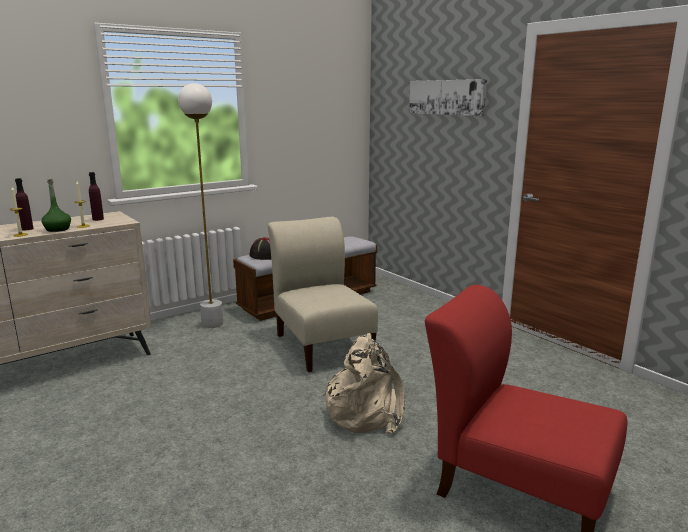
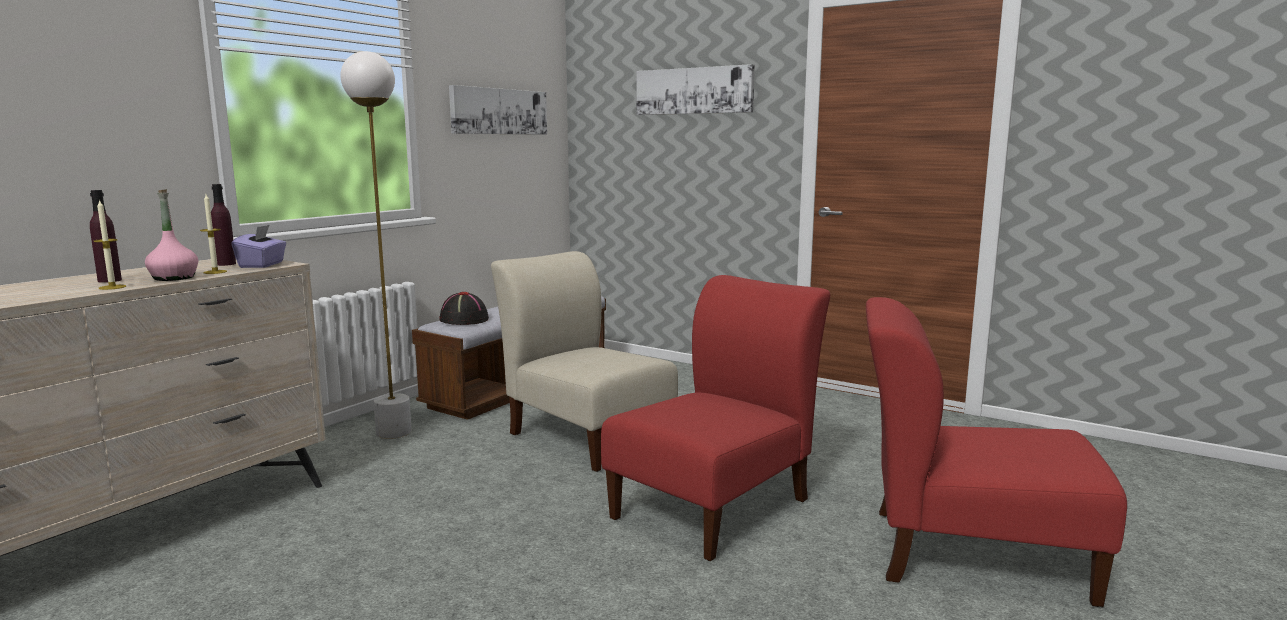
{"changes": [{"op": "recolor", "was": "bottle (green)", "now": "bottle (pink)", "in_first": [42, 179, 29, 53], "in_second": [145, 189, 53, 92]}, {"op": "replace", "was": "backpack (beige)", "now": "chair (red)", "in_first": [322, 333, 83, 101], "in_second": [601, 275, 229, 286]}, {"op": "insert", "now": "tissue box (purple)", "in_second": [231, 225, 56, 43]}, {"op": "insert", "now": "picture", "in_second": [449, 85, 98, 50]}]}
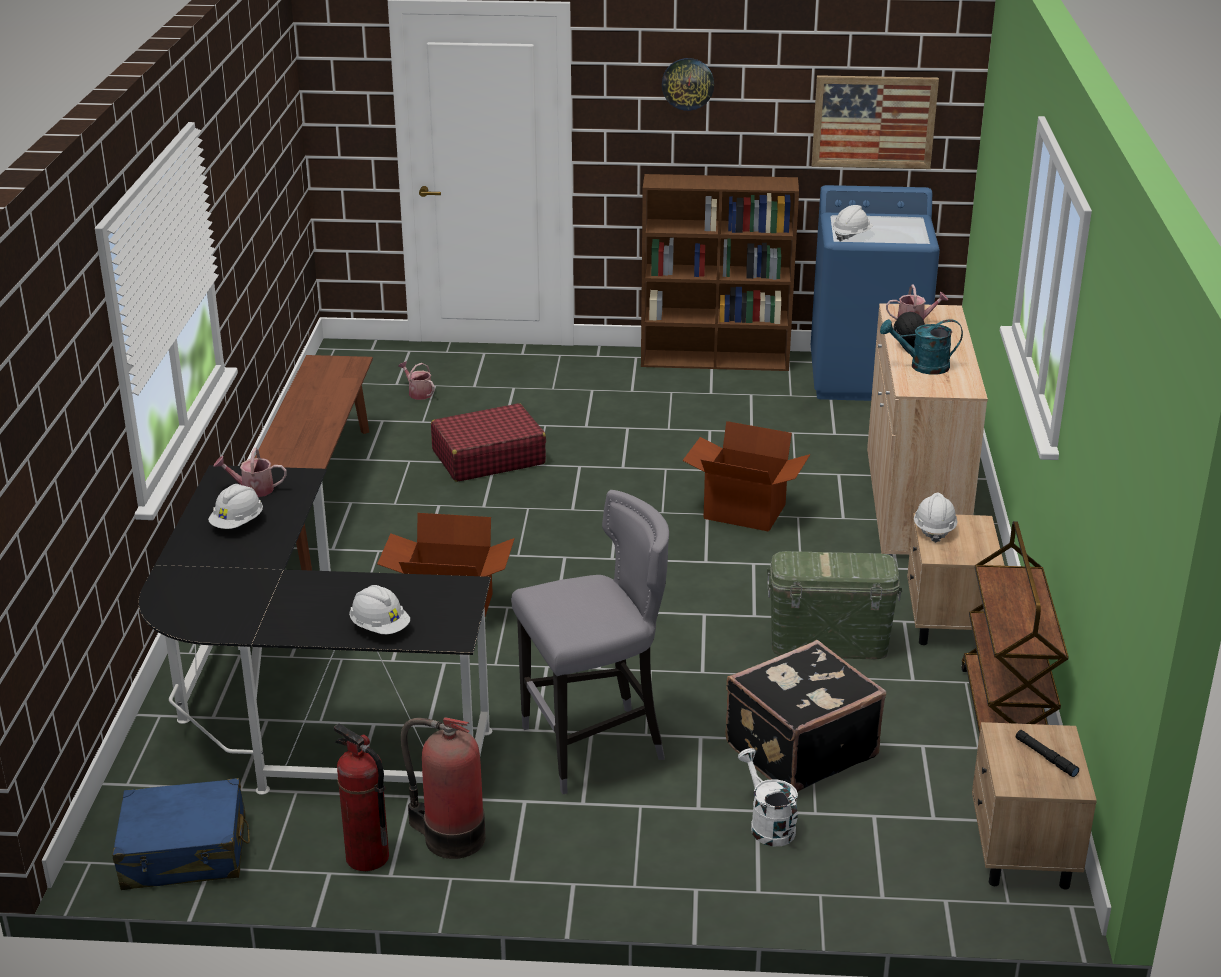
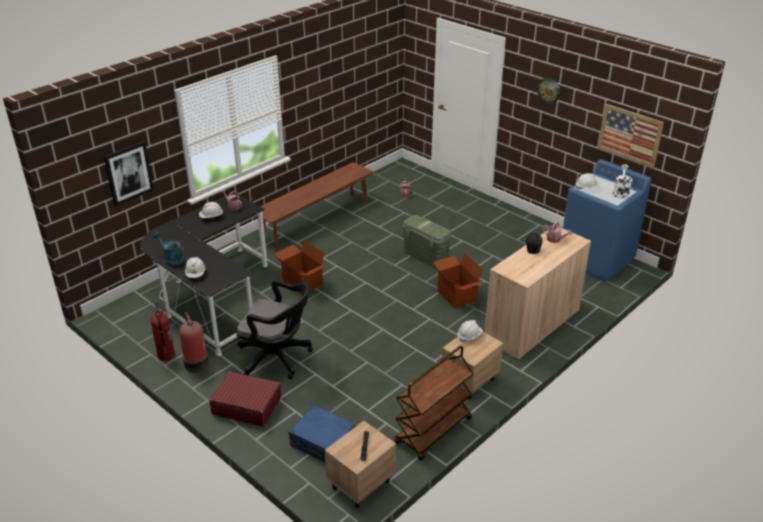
{"changes": [{"op": "move", "was": "suitcase (blue)", "in_first": [112, 778, 138, 112], "in_second": [289, 405, 67, 57]}, {"op": "move", "was": "suitcase (red)", "in_first": [431, 403, 115, 79], "in_second": [209, 372, 72, 54]}, {"op": "replace", "was": "stool (grey)", "now": "office chair (black)", "in_first": [511, 490, 158, 304], "in_second": [236, 280, 77, 99]}, {"op": "delete", "was": "bookcase (brown)", "in_first": [641, 174, 158, 197]}, {"op": "delete", "was": "suitcase (black)", "in_first": [725, 640, 161, 152]}, {"op": "move", "was": "watering can (white)", "in_first": [738, 748, 60, 98], "in_second": [613, 164, 19, 35]}, {"op": "move", "was": "storage box (green)", "in_first": [767, 551, 135, 108], "in_second": [403, 215, 48, 54]}, {"op": "move", "was": "watering can (turquoise)", "in_first": [880, 319, 83, 55], "in_second": [153, 232, 30, 34]}, {"op": "insert", "now": "picture", "in_second": [104, 141, 50, 65]}]}
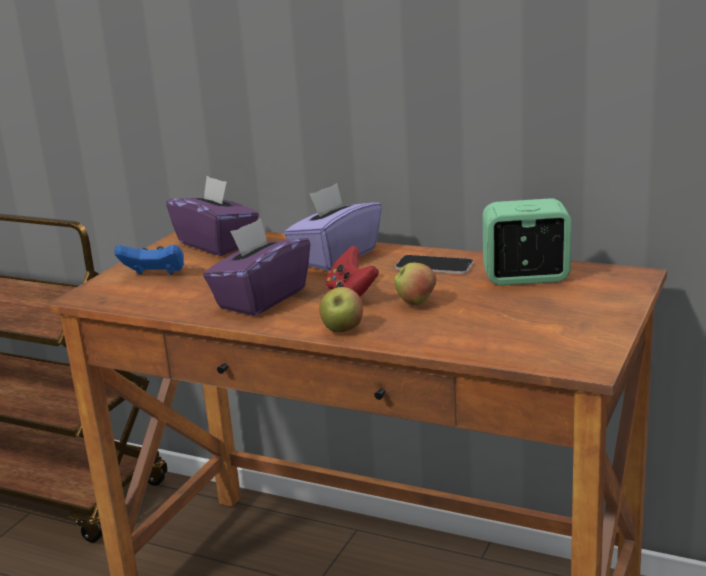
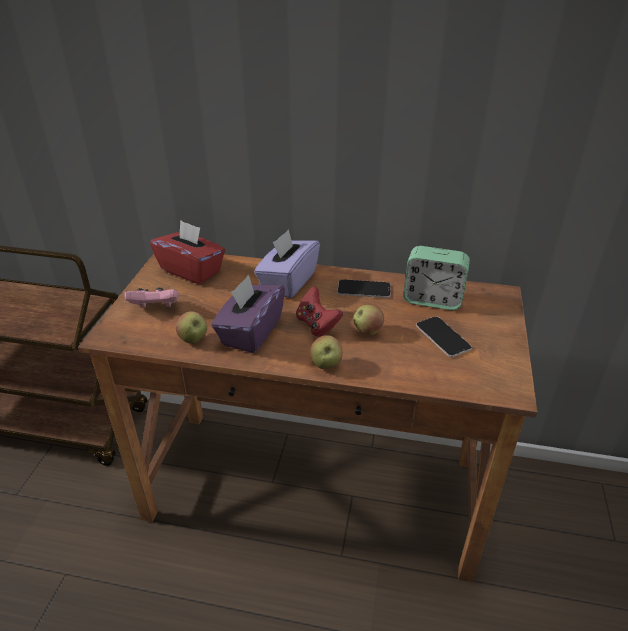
{"changes": [{"op": "recolor", "was": "game controller (blue)", "now": "game controller (pink)", "in_first": [114, 245, 70, 29], "in_second": [124, 288, 55, 20]}, {"op": "recolor", "was": "tissue box (purple)", "now": "tissue box (red)", "in_first": [166, 176, 93, 80], "in_second": [150, 220, 75, 64]}, {"op": "rotate", "was": "alarm clock", "in_first": [483, 198, 89, 87], "in_second": [403, 246, 67, 64], "clockwise": -150}, {"op": "insert", "now": "apple", "in_second": [176, 311, 31, 33]}, {"op": "insert", "now": "phone", "in_second": [416, 316, 56, 41]}]}
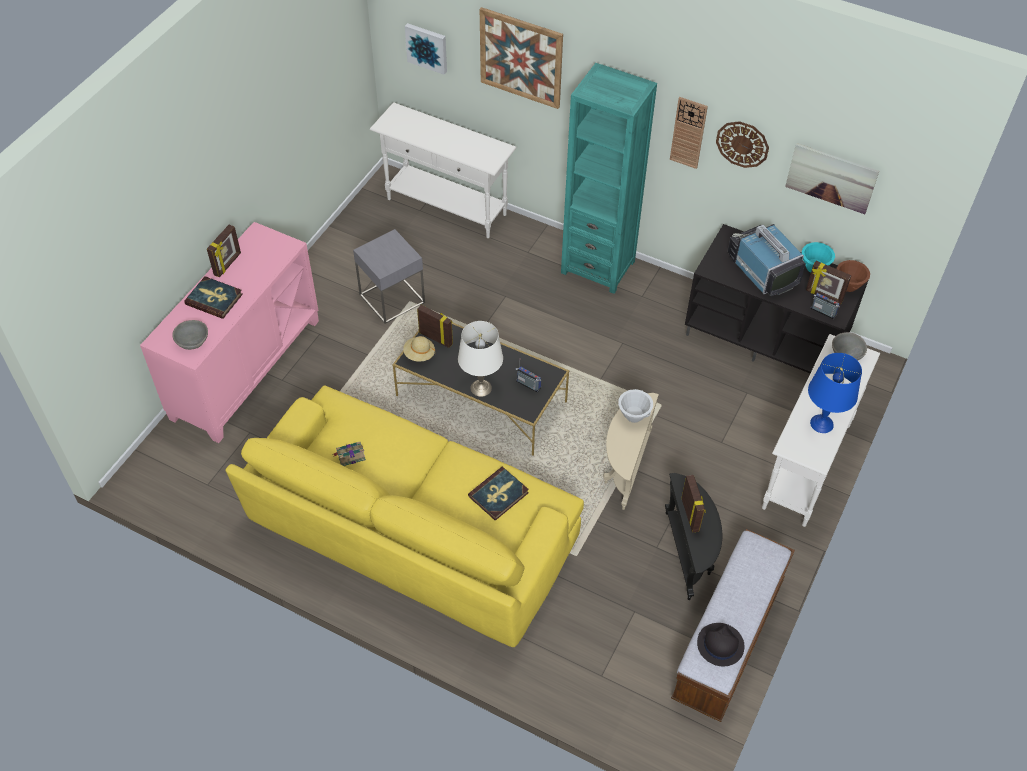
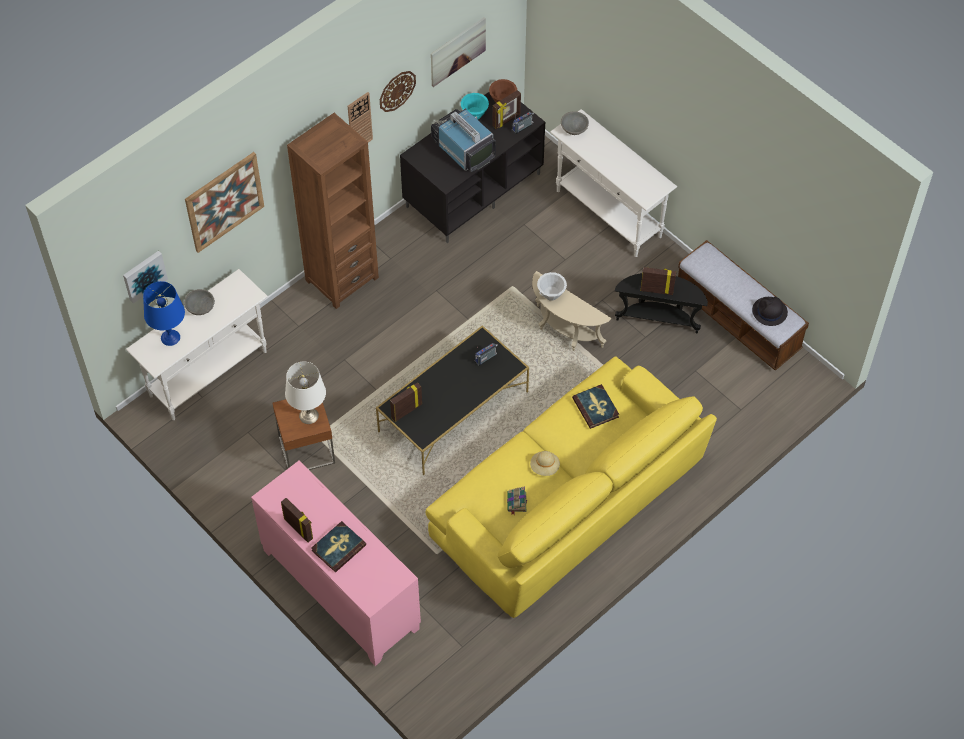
{"changes": [{"op": "move", "was": "bowl (grey)", "in_first": [172, 320, 36, 30], "in_second": [184, 289, 31, 26]}, {"op": "recolor", "was": "side table (grey)", "now": "side table (brown)", "in_first": [353, 229, 72, 95], "in_second": [273, 399, 62, 71]}, {"op": "move", "was": "hat (beige)", "in_first": [403, 336, 33, 25], "in_second": [530, 451, 30, 25]}, {"op": "move", "was": "table lamp (white)", "in_first": [458, 321, 45, 76], "in_second": [285, 362, 41, 62]}, {"op": "recolor", "was": "bookcase (turquoise)", "now": "bookcase (brown)", "in_first": [561, 63, 96, 231], "in_second": [287, 113, 92, 196]}, {"op": "rotate", "was": "television", "in_first": [728, 224, 78, 72], "in_second": [431, 108, 65, 64], "clockwise": 60}, {"op": "move", "was": "table lamp (blue)", "in_first": [808, 353, 54, 80], "in_second": [143, 281, 42, 65]}]}
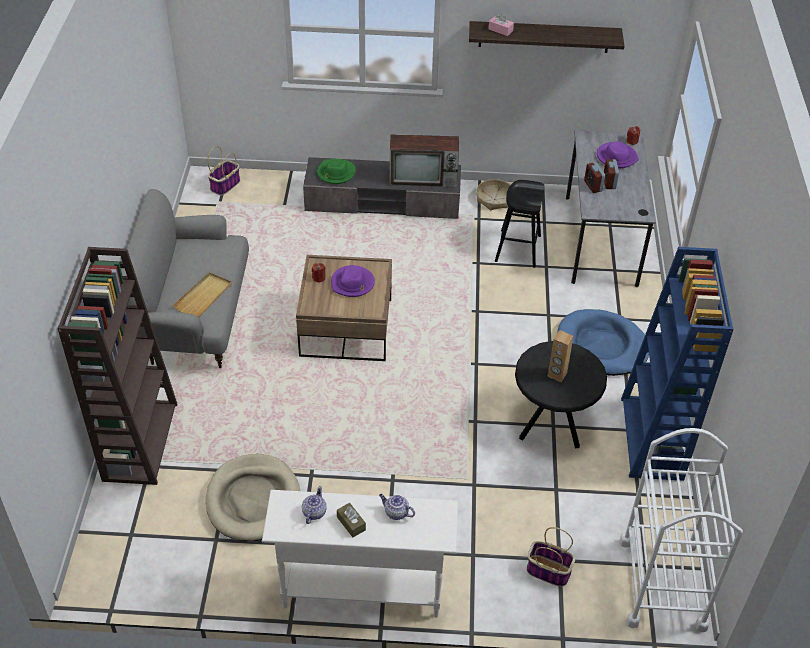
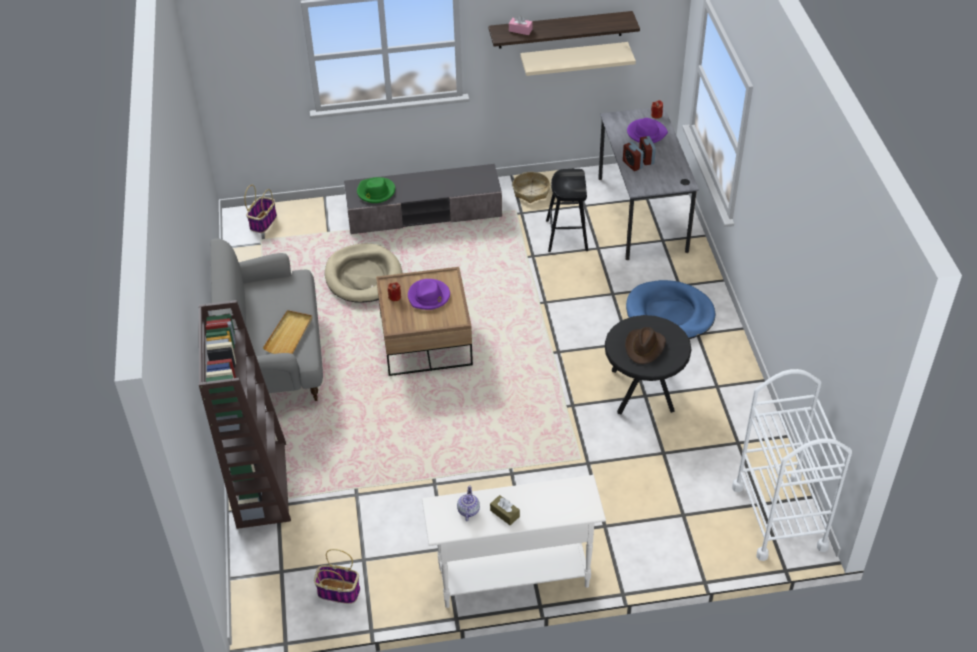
{"changes": [{"op": "move", "was": "dog bed (beige)", "in_first": [206, 454, 94, 87], "in_second": [325, 243, 77, 60]}, {"op": "delete", "was": "teapot", "in_first": [379, 494, 36, 26]}, {"op": "delete", "was": "television", "in_first": [389, 134, 70, 53]}, {"op": "move", "was": "basket", "in_first": [527, 527, 48, 60], "in_second": [314, 549, 46, 55]}, {"op": "replace", "was": "speaker (brown)", "now": "hat (brown)", "in_first": [547, 330, 26, 52], "in_second": [625, 327, 41, 37]}, {"op": "delete", "was": "bookcase (blue)", "in_first": [621, 247, 113, 234]}, {"op": "insert", "now": "shelf (beige)", "in_second": [520, 42, 116, 34]}]}
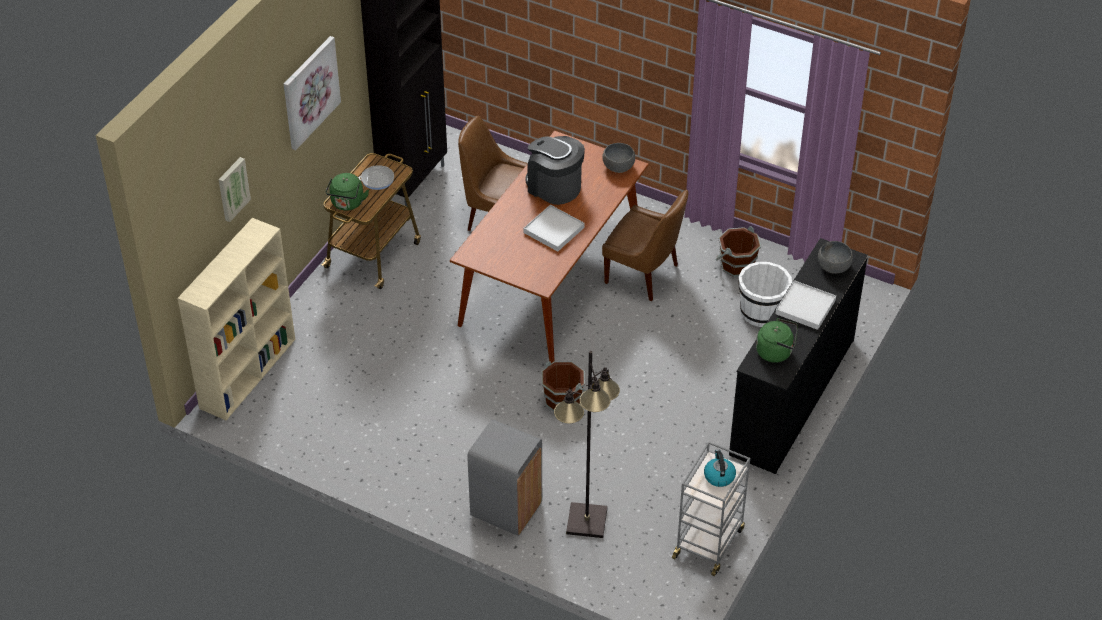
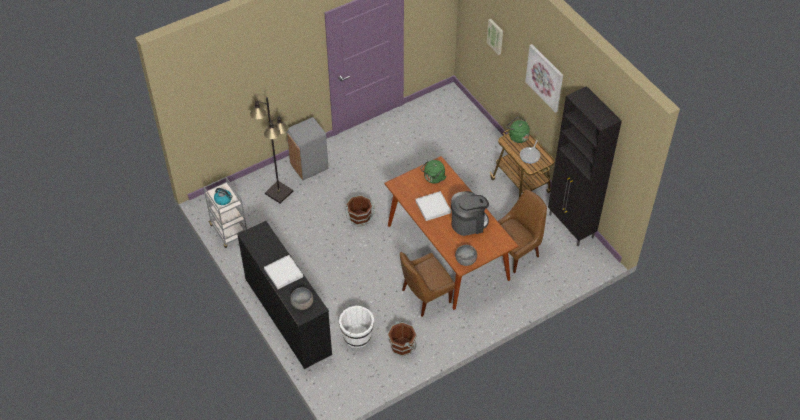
{"changes": [{"op": "delete", "was": "bookcase (beige)", "in_first": [178, 218, 117, 202]}, {"op": "move", "was": "kettle (green)", "in_first": [756, 318, 42, 45], "in_second": [421, 160, 25, 24]}]}
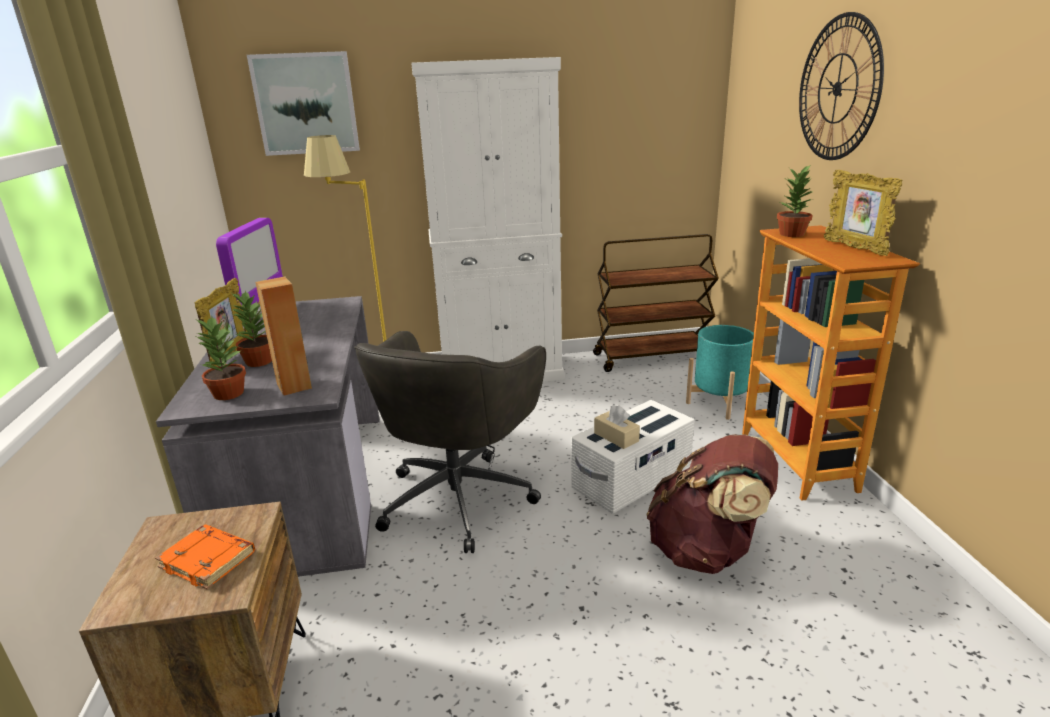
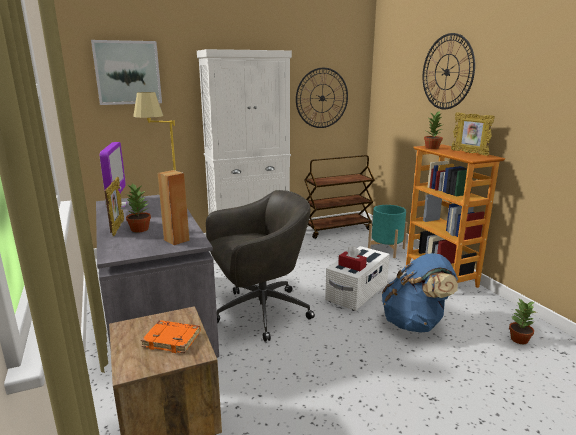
{"changes": [{"op": "move", "was": "potted plant", "in_first": [196, 316, 50, 84], "in_second": [509, 299, 27, 45]}, {"op": "rotate", "was": "office chair (grey)", "in_first": [354, 331, 192, 222], "in_second": [206, 190, 109, 152], "clockwise": -120}, {"op": "recolor", "was": "tissue box (beige)", "now": "tissue box (red)", "in_first": [594, 405, 46, 44], "in_second": [338, 246, 29, 25]}, {"op": "recolor", "was": "backpack (brown)", "now": "backpack (blue)", "in_first": [646, 434, 132, 140], "in_second": [382, 253, 76, 80]}, {"op": "insert", "now": "wall clock", "in_second": [296, 68, 52, 60]}]}
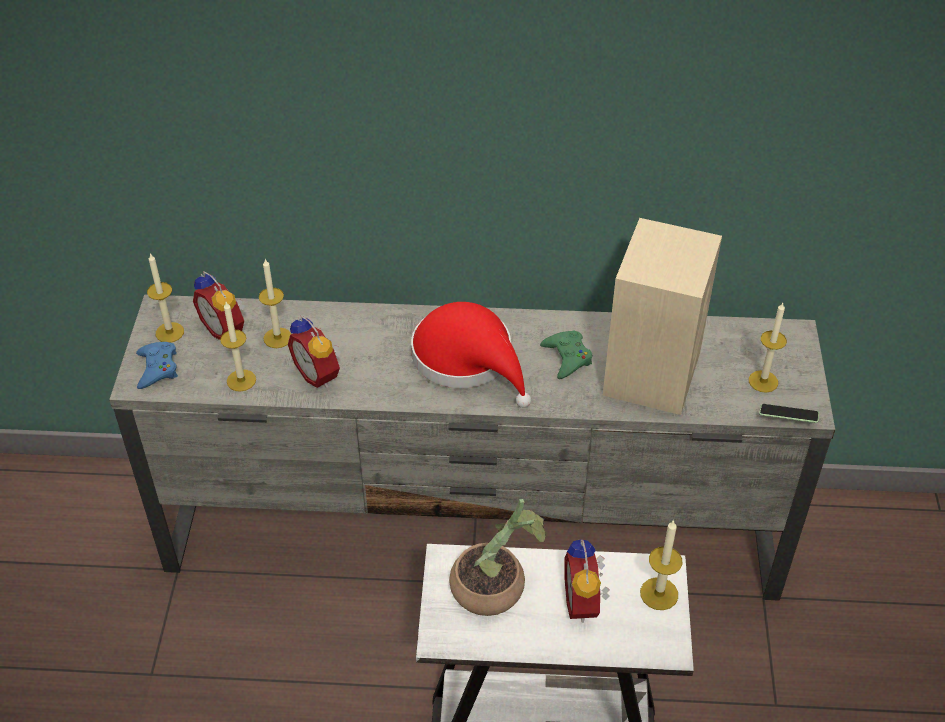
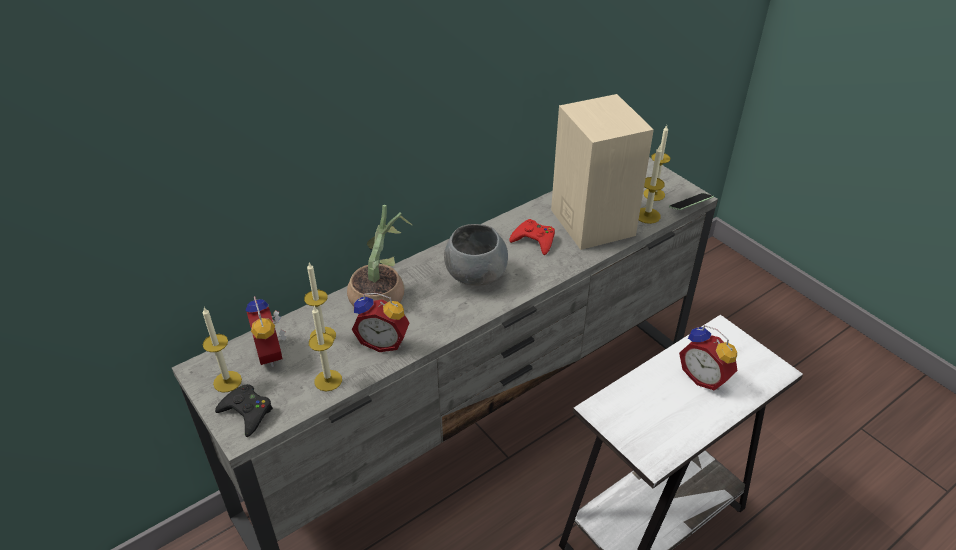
{"changes": [{"op": "recolor", "was": "game controller (blue)", "now": "game controller (black)", "in_first": [136, 342, 42, 47], "in_second": [215, 384, 58, 53]}, {"op": "rotate", "was": "alarm clock", "in_first": [193, 271, 52, 69], "in_second": [245, 296, 42, 71], "clockwise": 60}, {"op": "replace", "was": "hat (red)", "now": "bowl (grey)", "in_first": [411, 302, 120, 106], "in_second": [444, 224, 64, 62]}, {"op": "move", "was": "potted plant", "in_first": [449, 499, 97, 117], "in_second": [347, 205, 65, 102]}, {"op": "recolor", "was": "game controller (green)", "now": "game controller (red)", "in_first": [540, 331, 52, 48], "in_second": [509, 219, 46, 36]}, {"op": "move", "was": "candle", "in_first": [640, 520, 42, 90], "in_second": [639, 146, 26, 78]}]}
